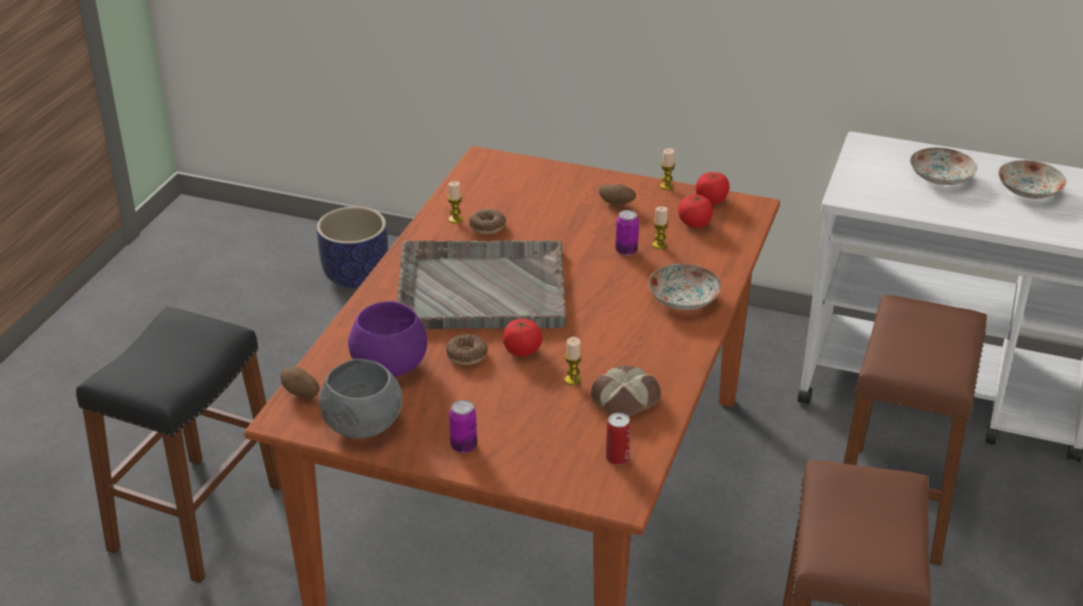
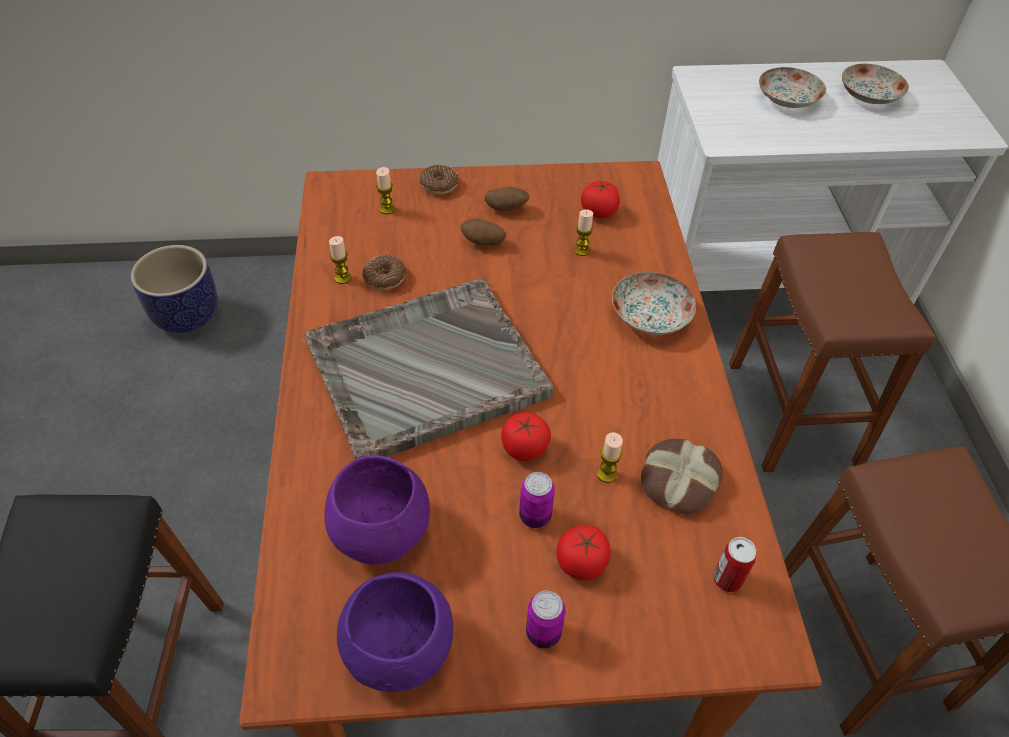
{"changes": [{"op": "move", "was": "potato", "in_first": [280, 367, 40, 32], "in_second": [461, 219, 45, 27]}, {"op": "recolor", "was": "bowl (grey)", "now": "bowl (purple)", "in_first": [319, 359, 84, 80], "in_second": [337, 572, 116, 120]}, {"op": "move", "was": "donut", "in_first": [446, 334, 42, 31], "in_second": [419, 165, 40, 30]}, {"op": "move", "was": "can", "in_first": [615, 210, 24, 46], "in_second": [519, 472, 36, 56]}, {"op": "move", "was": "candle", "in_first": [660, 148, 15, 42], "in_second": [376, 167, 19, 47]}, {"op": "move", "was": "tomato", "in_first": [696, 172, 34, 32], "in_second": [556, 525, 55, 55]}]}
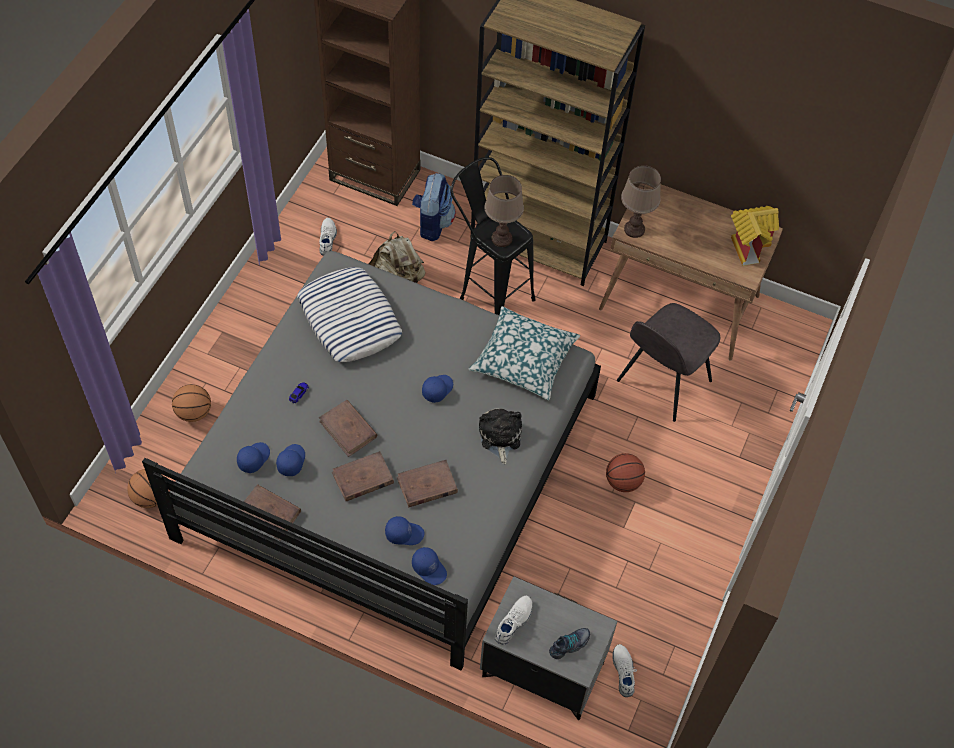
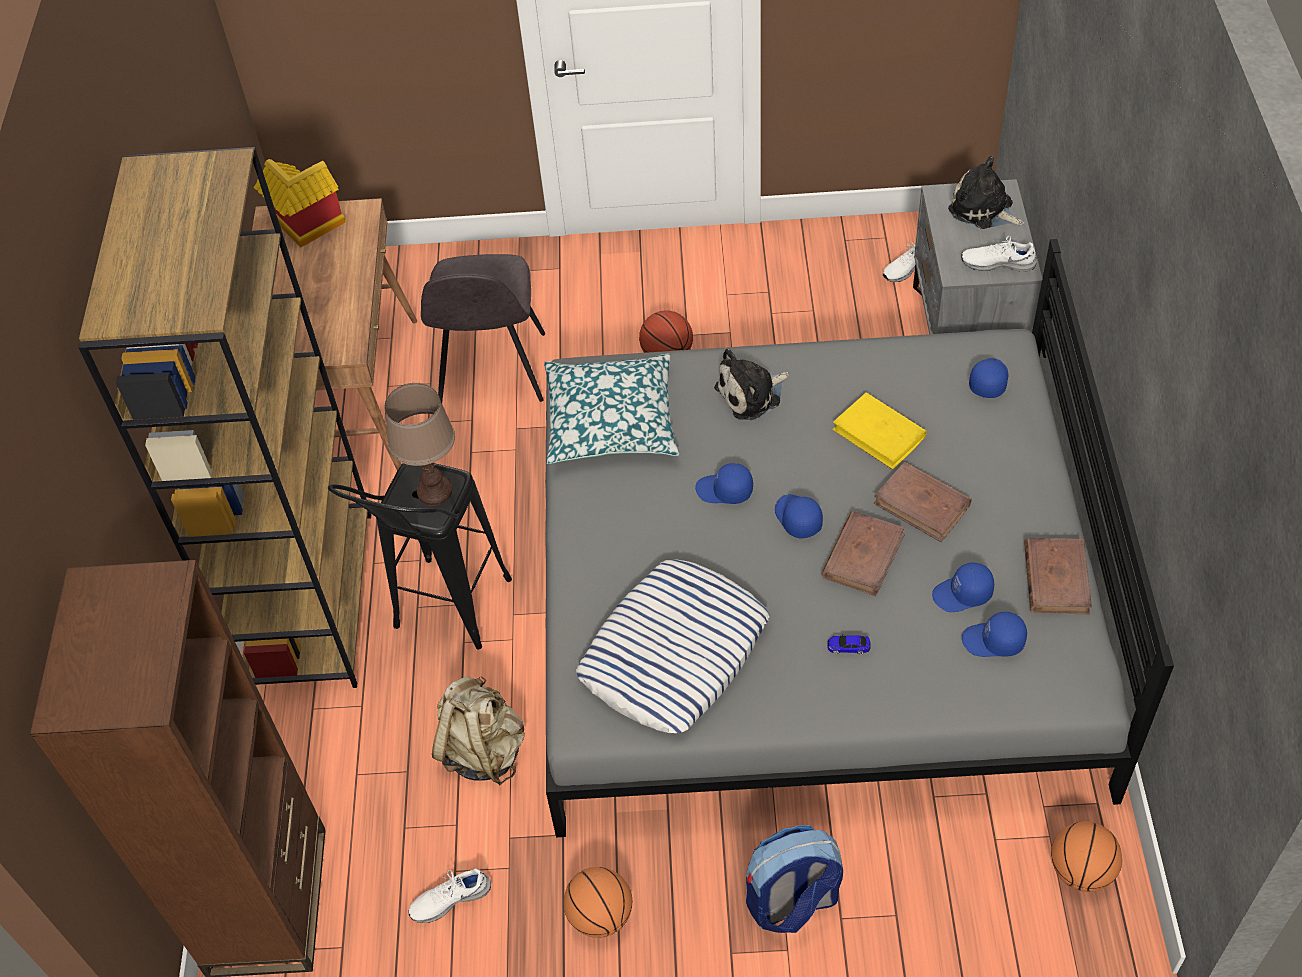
{"changes": [{"op": "move", "was": "basketball", "in_first": [172, 384, 39, 38], "in_second": [564, 867, 68, 71]}, {"op": "move", "was": "cap (blue)", "in_first": [385, 516, 39, 29], "in_second": [775, 494, 48, 45]}, {"op": "recolor", "was": "book (brown)", "now": "book (yellow)", "in_first": [397, 460, 61, 47], "in_second": [833, 392, 94, 78]}, {"op": "move", "was": "backpack", "in_first": [412, 173, 44, 68], "in_second": [746, 825, 97, 108]}, {"op": "replace", "was": "shoe", "now": "plush toy", "in_first": [549, 628, 41, 31], "in_second": [948, 156, 76, 73]}, {"op": "rotate", "was": "chair (grey)", "in_first": [617, 303, 103, 119], "in_second": [421, 254, 124, 149], "clockwise": 75}, {"op": "delete", "was": "table lamp (brown)", "in_first": [621, 165, 40, 73]}]}
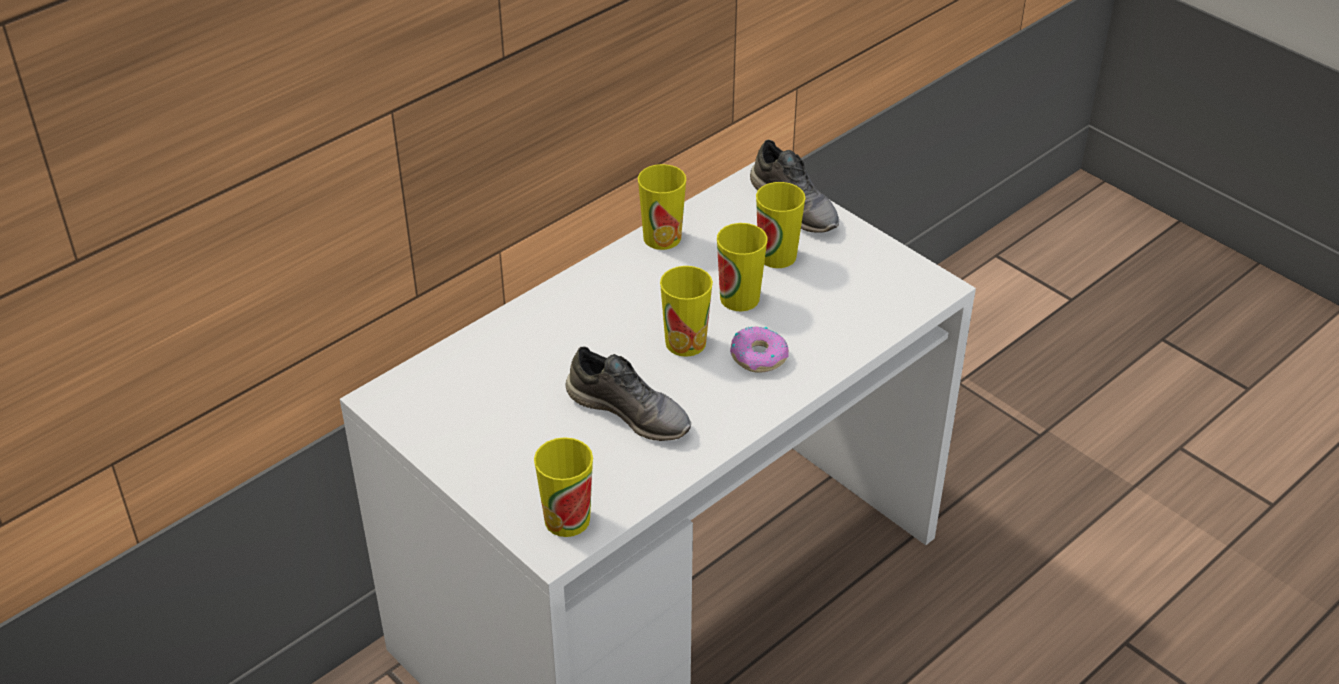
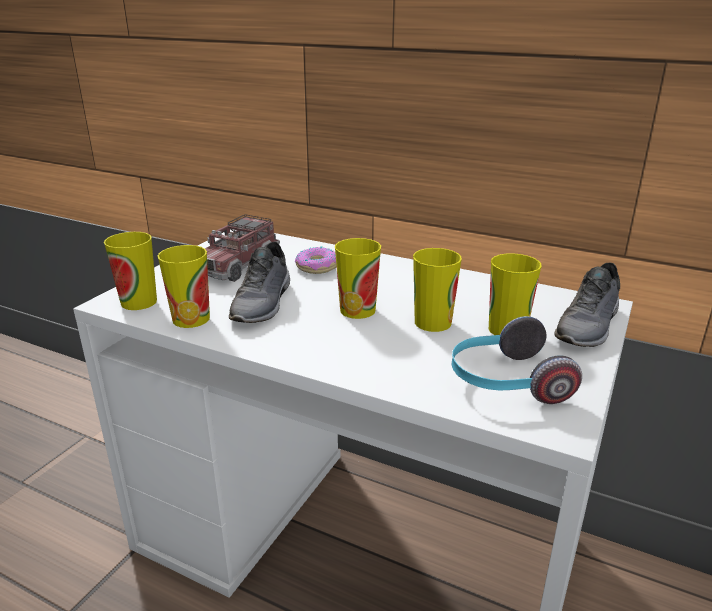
{"changes": [{"op": "move", "was": "cup", "in_first": [638, 164, 48, 86], "in_second": [157, 245, 53, 83]}, {"op": "move", "was": "donut", "in_first": [730, 326, 59, 47], "in_second": [295, 246, 42, 28]}, {"op": "insert", "now": "toy truck", "in_second": [205, 214, 75, 68]}, {"op": "insert", "now": "headphones", "in_second": [452, 316, 130, 88]}]}
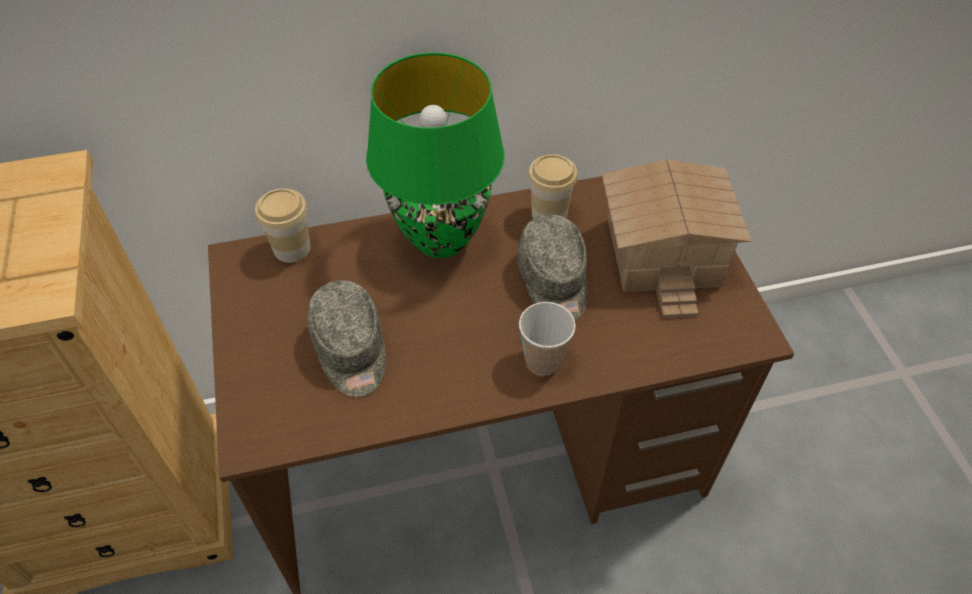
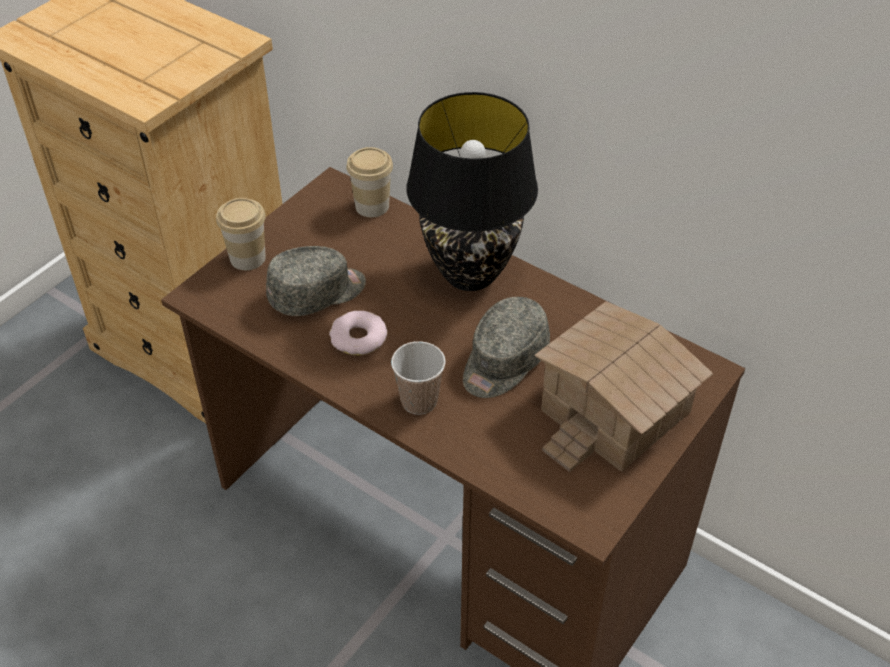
{"changes": [{"op": "rotate", "was": "cap (grey)", "in_first": [307, 280, 79, 117], "in_second": [266, 246, 100, 70], "clockwise": -150}, {"op": "recolor", "was": "table lamp (green)", "now": "table lamp (black)", "in_first": [366, 52, 139, 206], "in_second": [407, 92, 131, 199]}, {"op": "move", "was": "cup", "in_first": [528, 154, 50, 65], "in_second": [216, 198, 50, 72]}, {"op": "insert", "now": "donut", "in_second": [329, 311, 58, 44]}]}
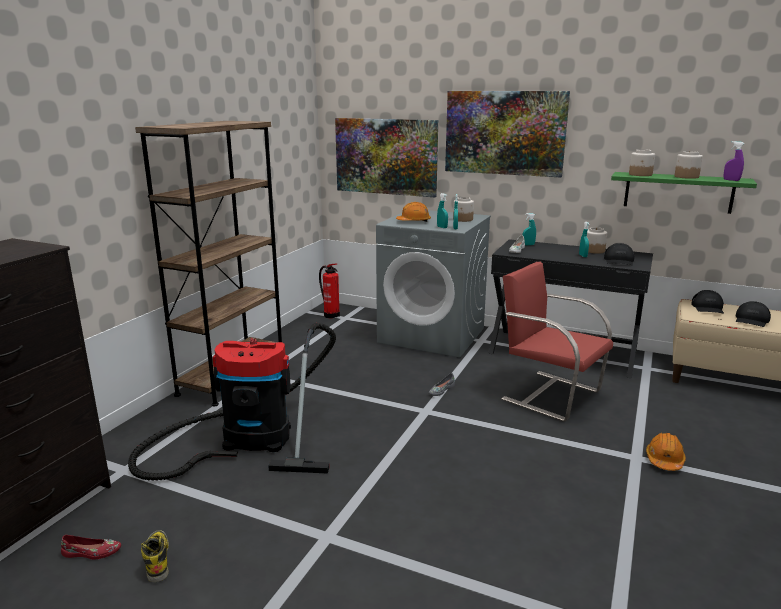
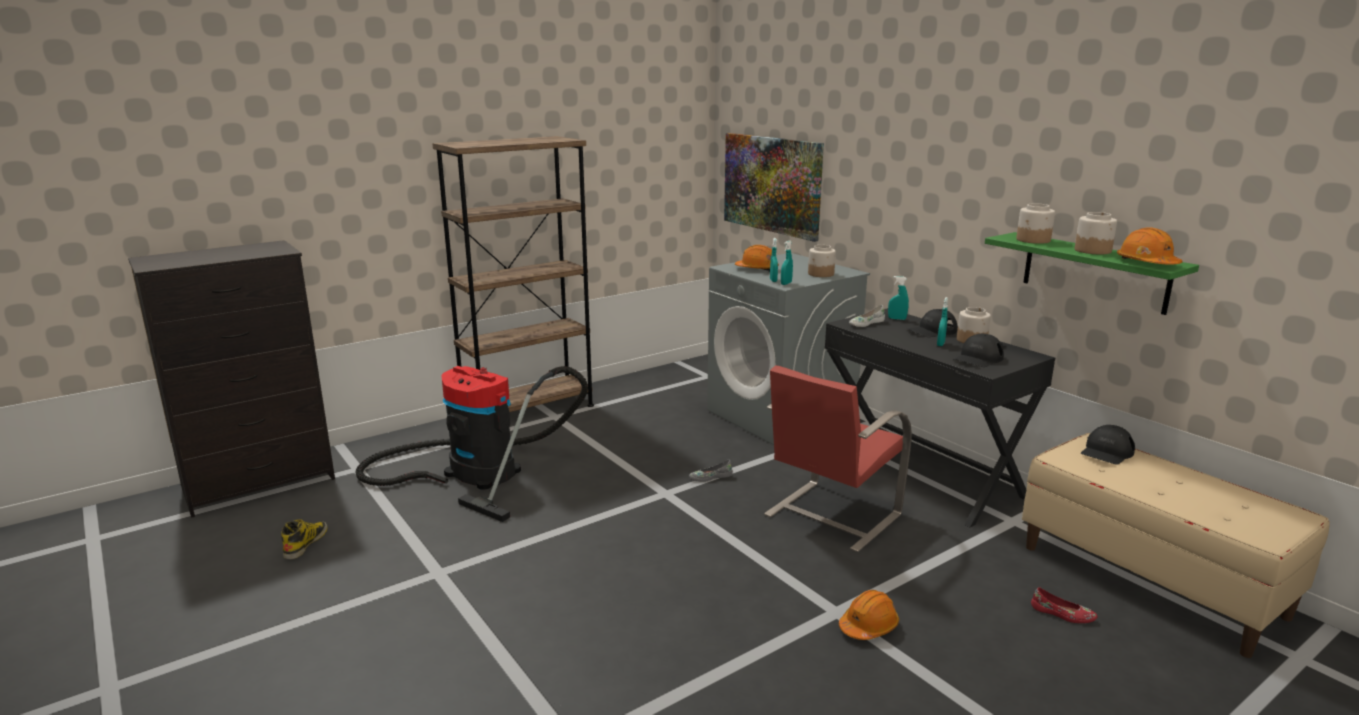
{"changes": [{"op": "move", "was": "shoe (red)", "in_first": [61, 535, 60, 25], "in_second": [1031, 587, 66, 36]}, {"op": "delete", "was": "fire extinguisher", "in_first": [319, 263, 21, 55]}, {"op": "delete", "was": "picture", "in_first": [445, 91, 125, 86]}, {"op": "rotate", "was": "chair (red)", "in_first": [501, 262, 112, 160], "in_second": [764, 366, 148, 186], "clockwise": -120}, {"op": "replace", "was": "spray bottle (purple)", "now": "hard hat (orange)", "in_first": [724, 141, 20, 40], "in_second": [1117, 227, 65, 37]}, {"op": "move", "was": "cap (black)", "in_first": [736, 301, 35, 26], "in_second": [907, 309, 51, 28]}]}
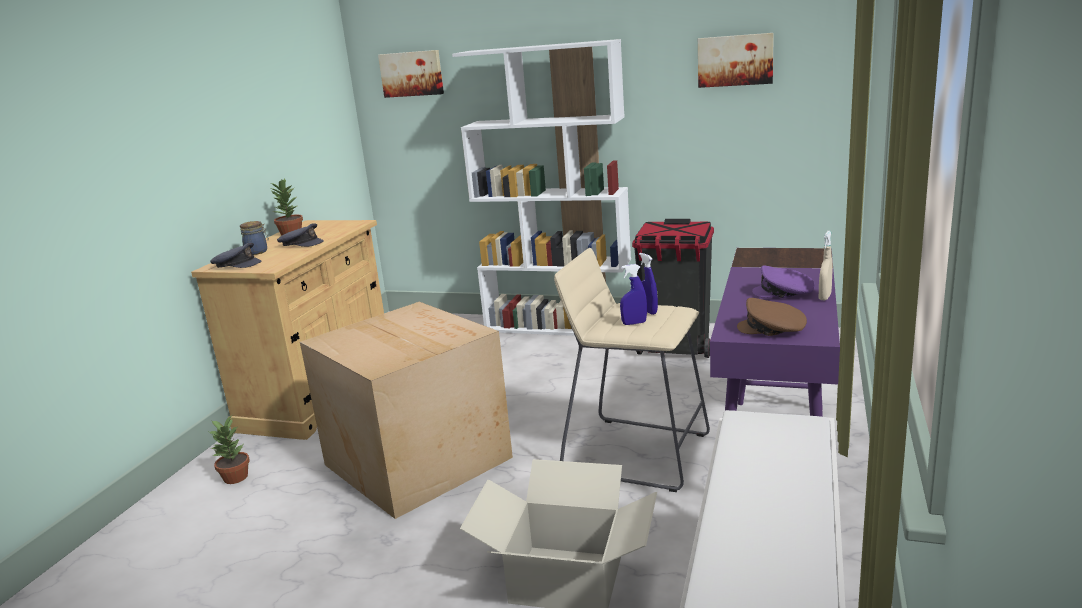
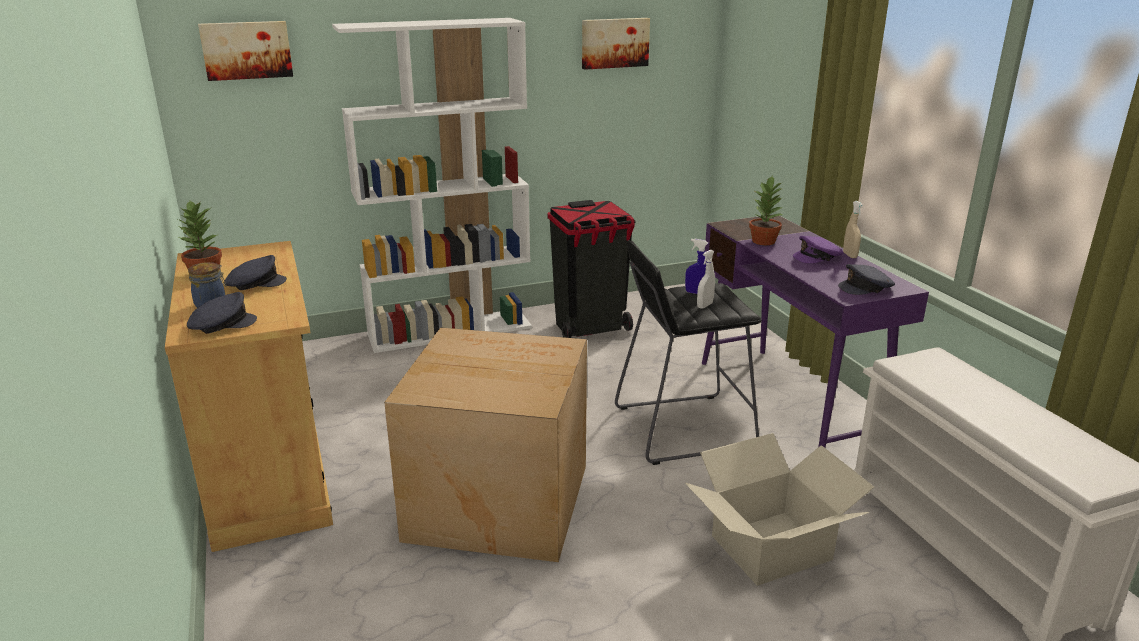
{"changes": [{"op": "move", "was": "potted plant", "in_first": [210, 416, 40, 68], "in_second": [749, 177, 34, 68]}, {"op": "recolor", "was": "stool (beige)", "now": "stool (black)", "in_first": [554, 248, 156, 244], "in_second": [615, 240, 147, 225]}, {"op": "recolor", "was": "spray bottle (blue)", "now": "spray bottle (white)", "in_first": [620, 264, 27, 61], "in_second": [697, 250, 18, 59]}, {"op": "recolor", "was": "cap (brown)", "now": "cap (grey)", "in_first": [737, 298, 70, 38], "in_second": [838, 264, 57, 31]}]}
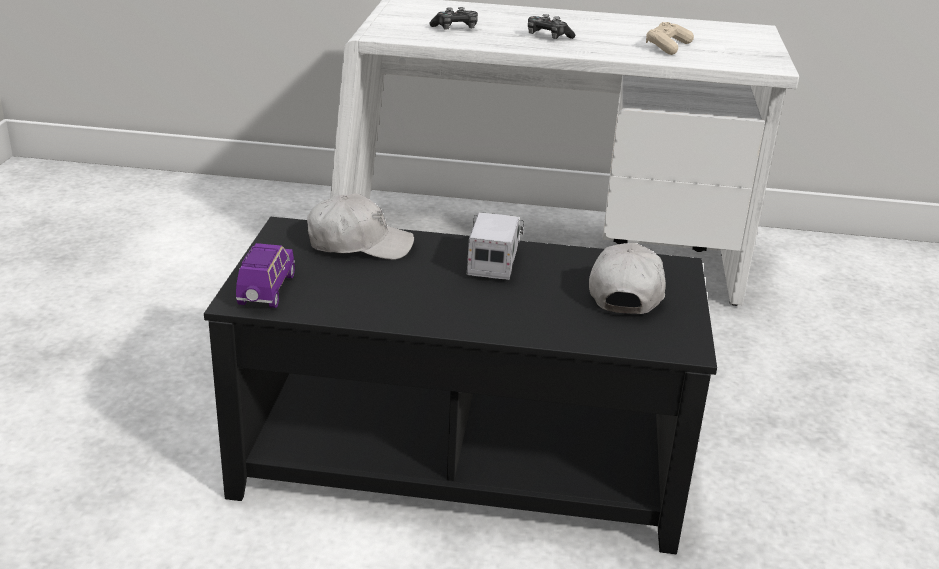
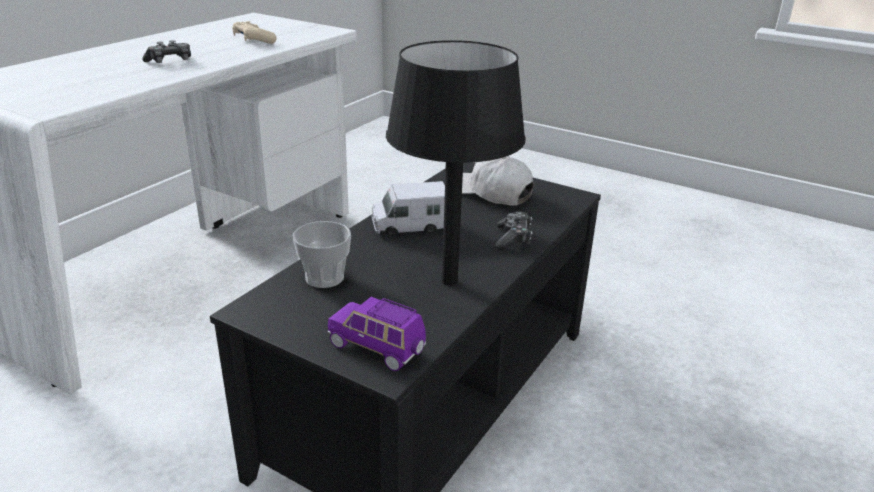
{"changes": [{"op": "replace", "was": "cap (white)", "now": "cup", "in_first": [307, 194, 107, 66], "in_second": [293, 221, 58, 67]}, {"op": "move", "was": "game controller", "in_first": [430, 7, 48, 23], "in_second": [495, 211, 38, 39]}, {"op": "rotate", "was": "toy truck", "in_first": [467, 212, 57, 68], "in_second": [371, 181, 74, 55], "clockwise": -45}, {"op": "insert", "now": "table lamp (black)", "in_second": [386, 40, 140, 246]}]}
